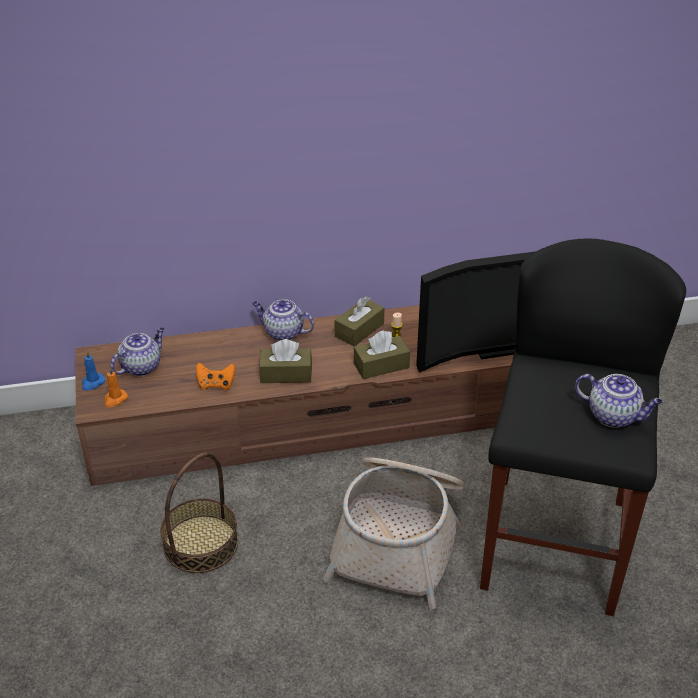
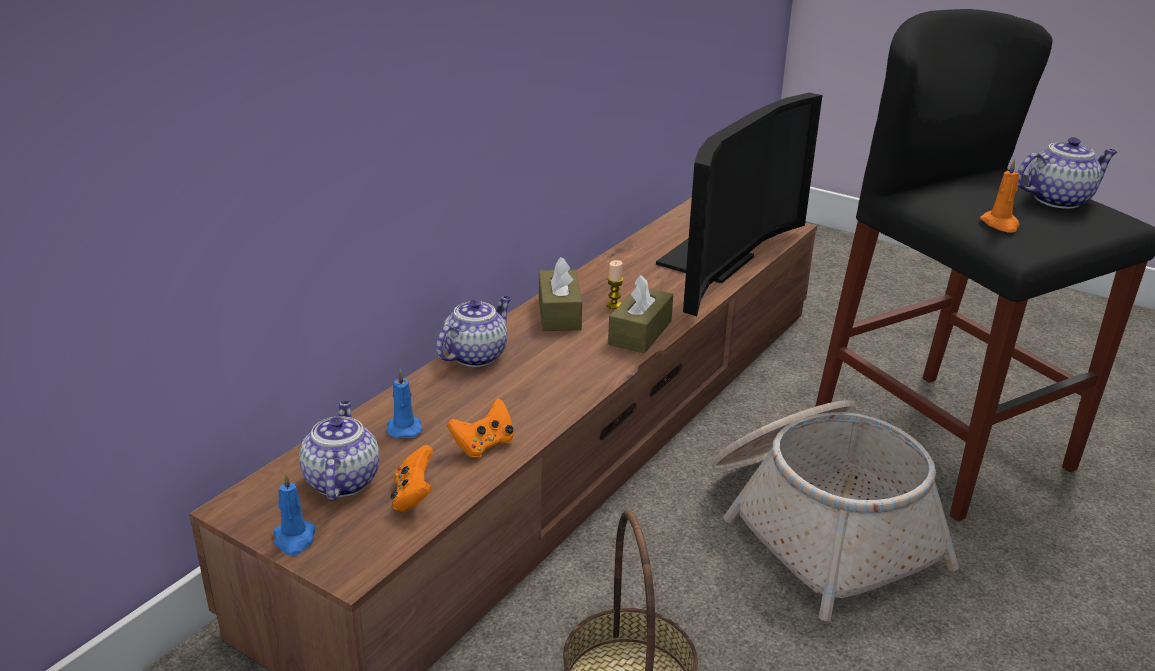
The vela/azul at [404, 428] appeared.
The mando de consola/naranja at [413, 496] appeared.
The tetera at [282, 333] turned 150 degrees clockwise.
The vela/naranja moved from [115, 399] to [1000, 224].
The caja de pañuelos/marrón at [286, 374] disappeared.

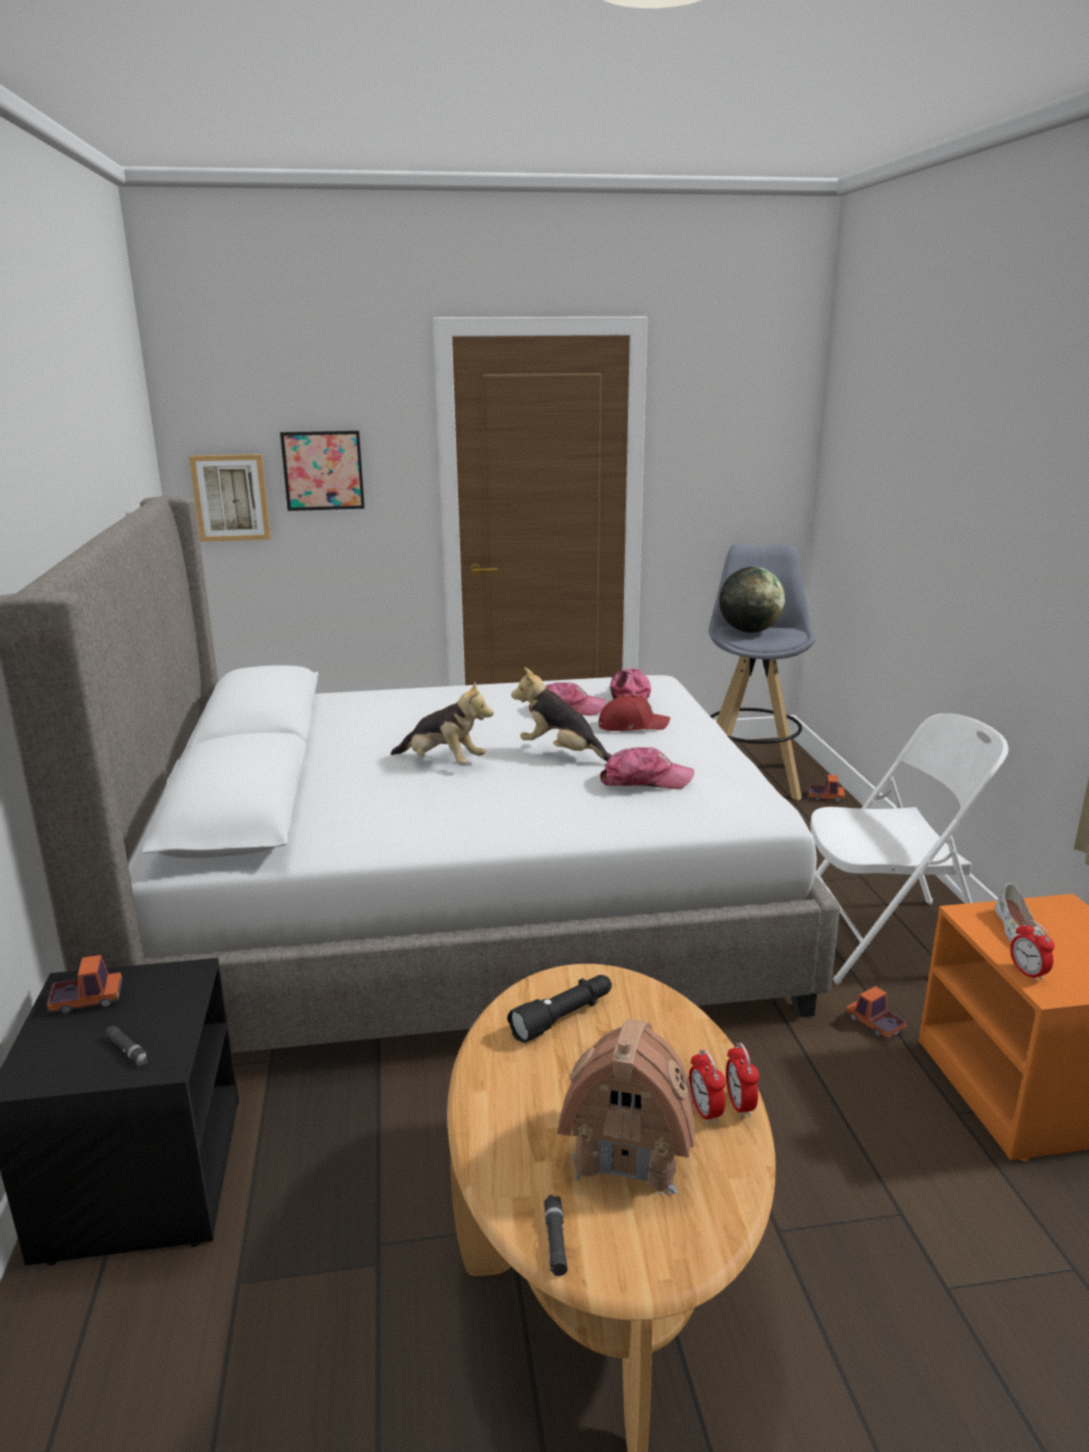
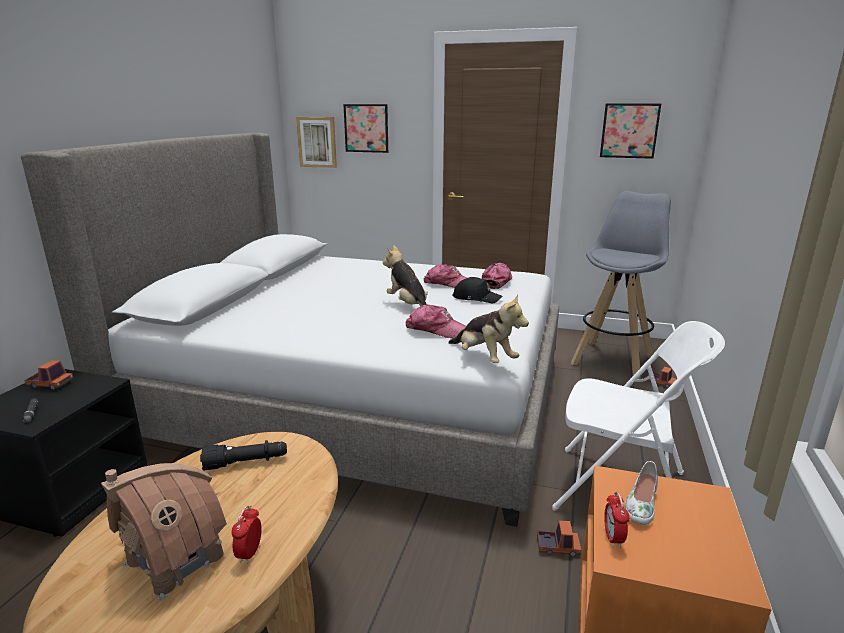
The peluche moved from [443, 763] to [484, 358].
The gorra/rojo at [632, 725] became the gorra/negro at [476, 298].
The camión de juguete at [875, 1024] turned 105 degrees clockwise.
The cuadro at [629, 131] appeared.
The linterna/negro at [555, 1240] disappeared.
The globo terráqueo at [749, 631] disappeared.
The despertador at [739, 1105] disappeared.

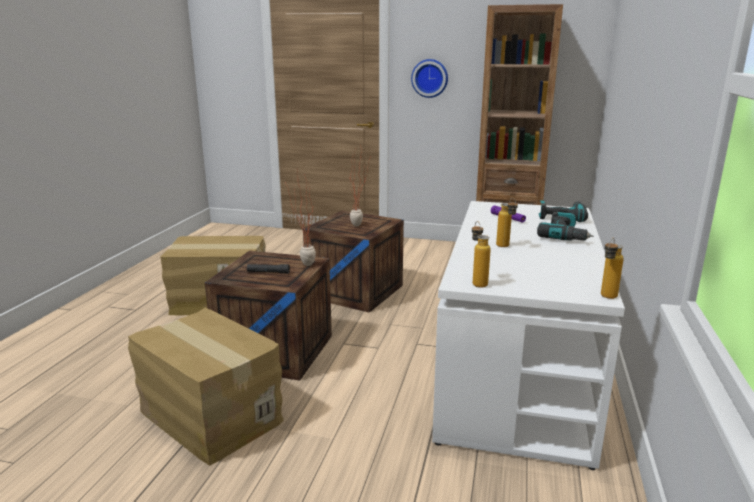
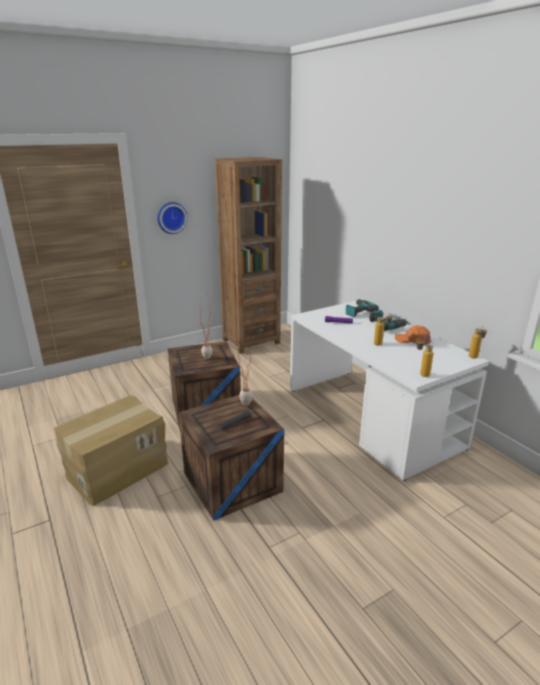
The gorra/naranja at [412, 340] appeared.
The caja de cartón at [209, 416] disappeared.

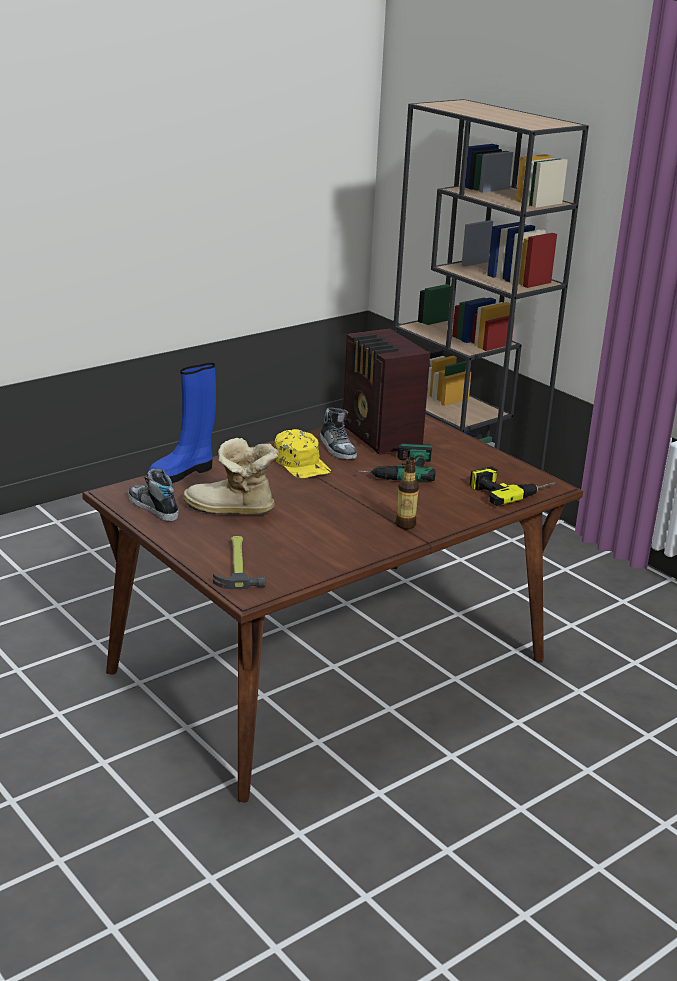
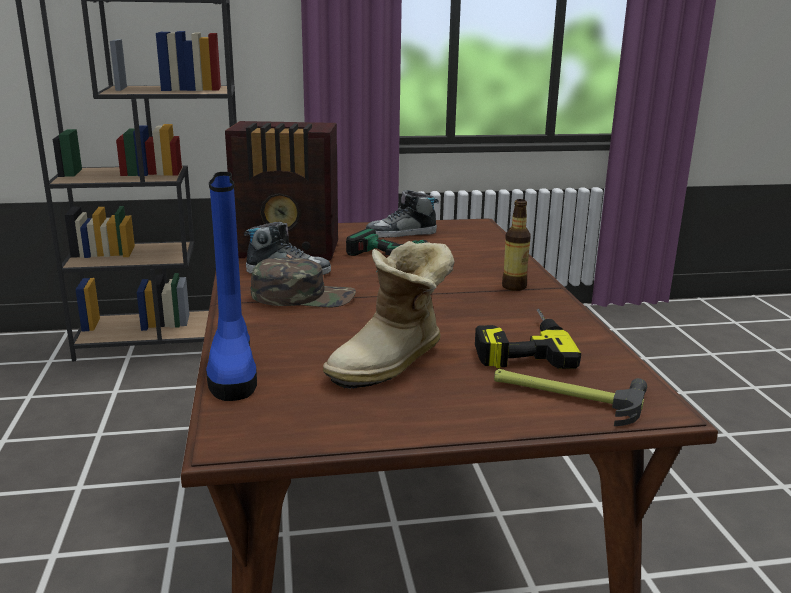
The gorra/amarillo at [302, 463] became the gorra/verde at [303, 296].
The zapato moved from [153, 507] to [401, 234].
The taladro moved from [510, 489] to [519, 345].

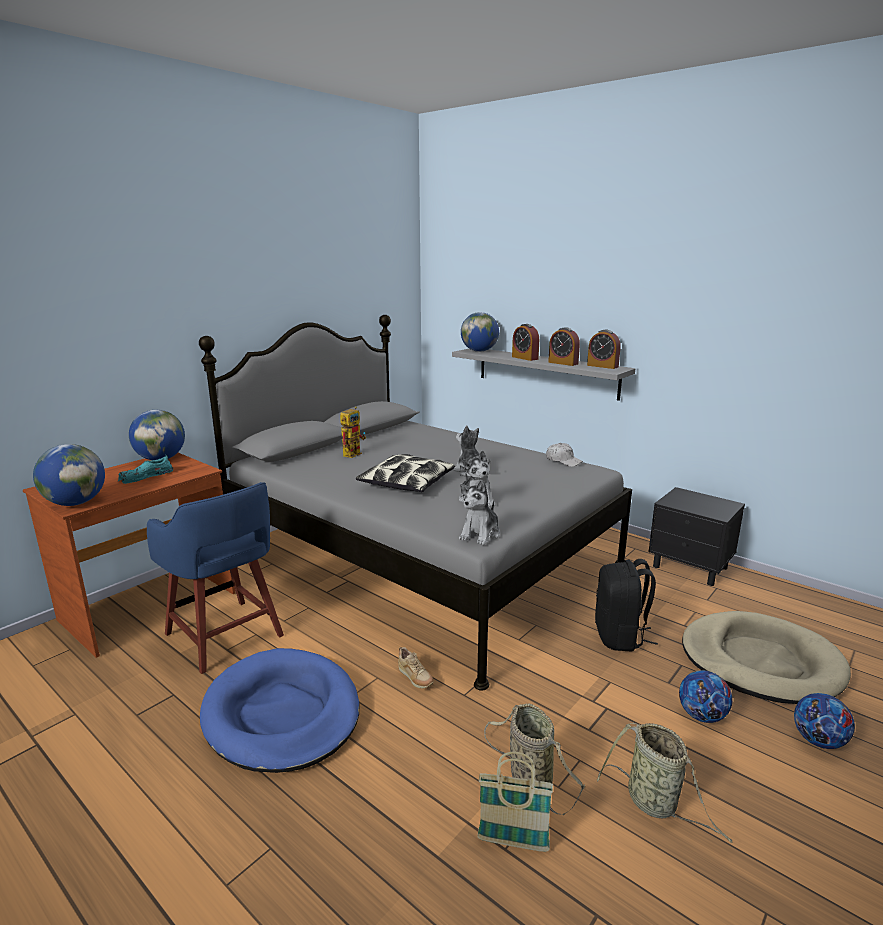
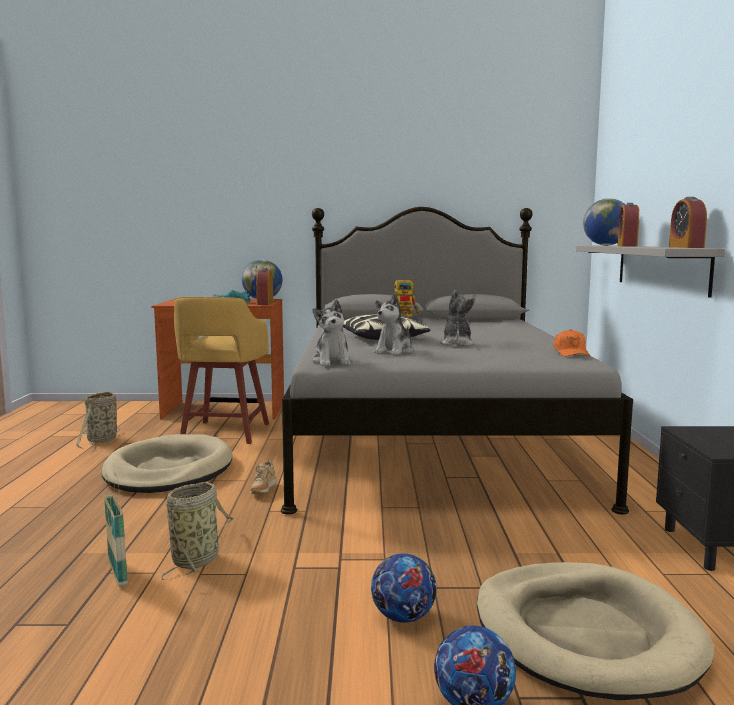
The cesta moved from [655, 804] to [101, 441].
The cama para perro/azul at [282, 714] became the cama para perro/beis at [168, 470].
The taburete/azul at [225, 637] became the taburete/amarillo at [224, 433].
The despertador moved from [563, 363] to [265, 303].
The peluche at [480, 534] turned 90 degrees counterclockwise.
The gorra/blanco at [563, 461] became the gorra/naranja at [571, 353].
The globo terráqueo at [75, 503] disappeared.
The mochila/negro at [620, 637] disappeared.

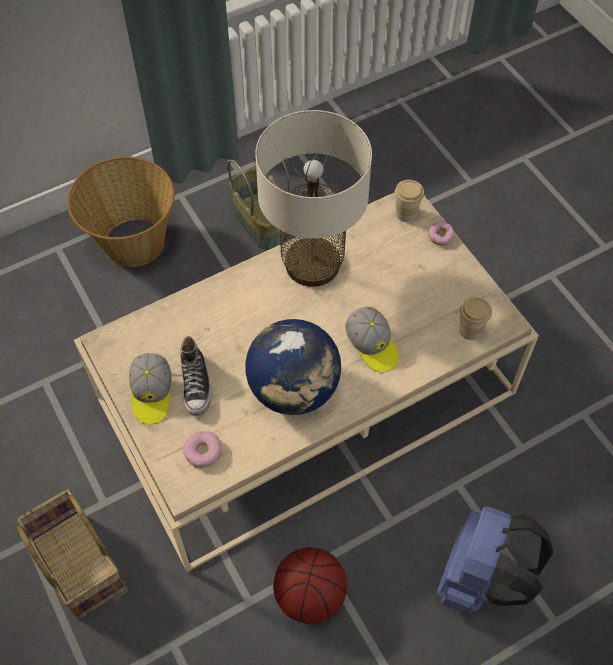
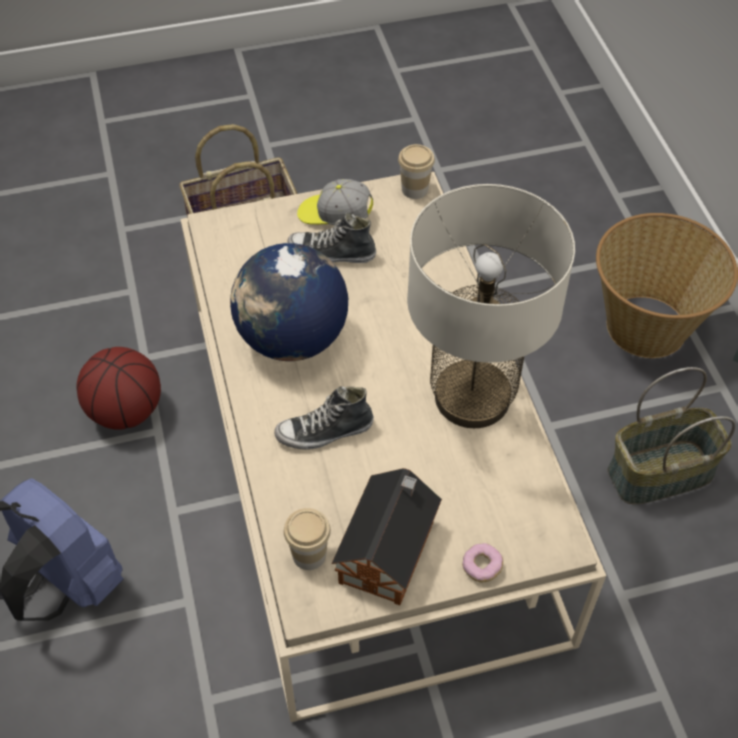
The gorra at [372, 345] was replaced by the zapato at [325, 432].
The casita at [389, 548] appeared.
The taza moved from [406, 213] to [415, 189].
The rosquilla at [203, 452] disappeared.

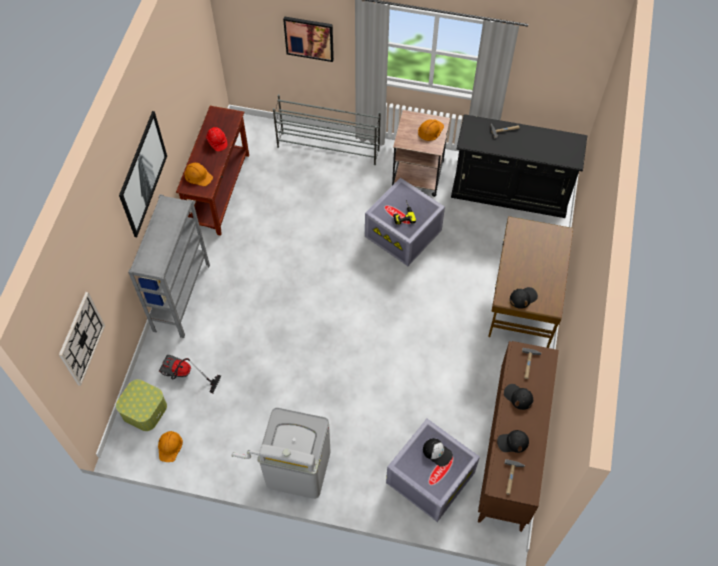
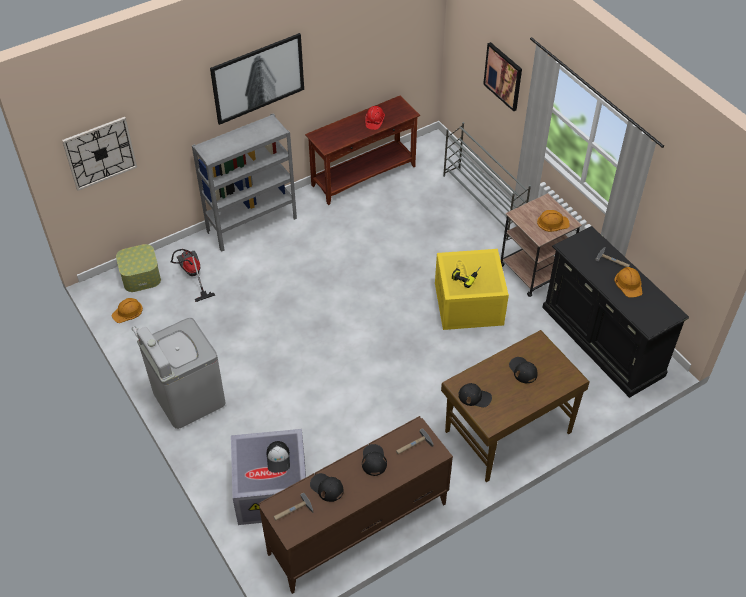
The caja de almacenaje/gris at [404, 233] became the caja de almacenaje/amarillo at [469, 304].
The gorra/negro at [523, 370] appeared.
The casco/naranja moved from [198, 175] to [629, 283].

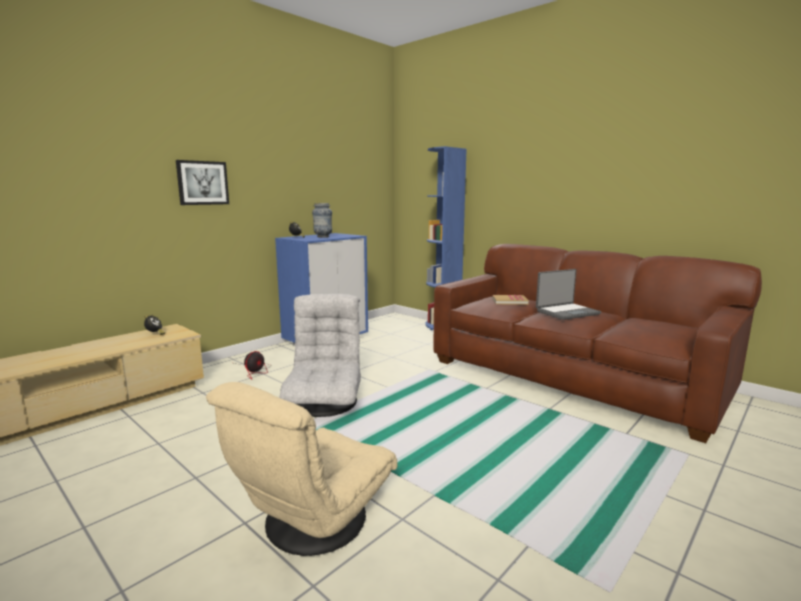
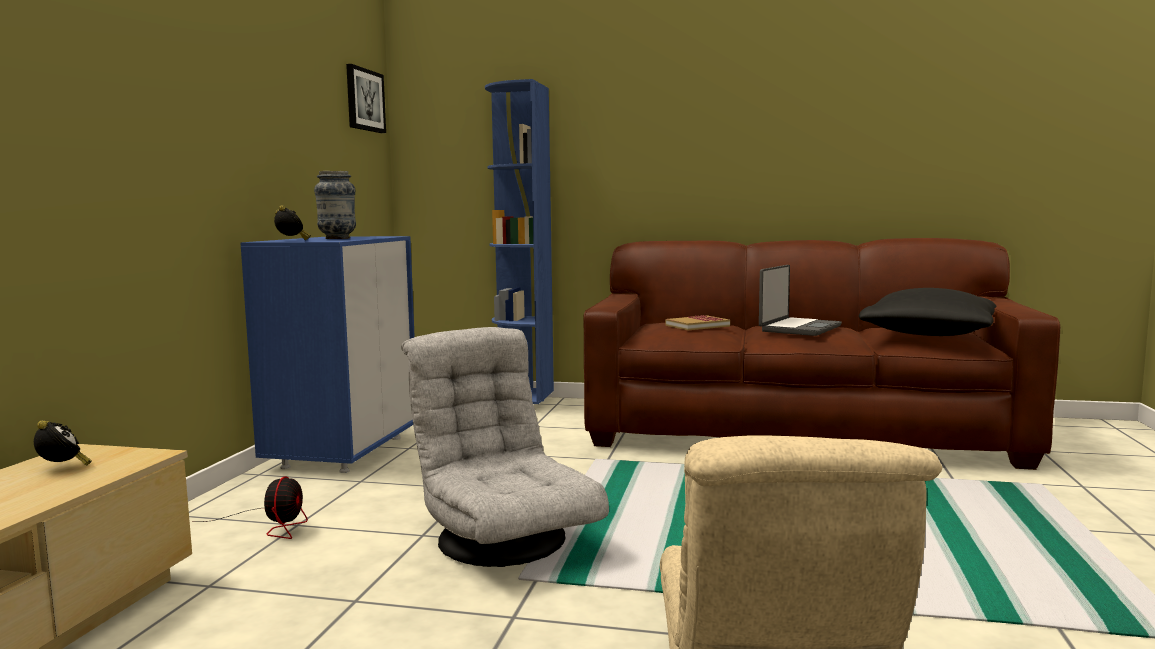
The cuadro moved from [202, 183] to [364, 100].
The cojín/negro at [929, 334] appeared.

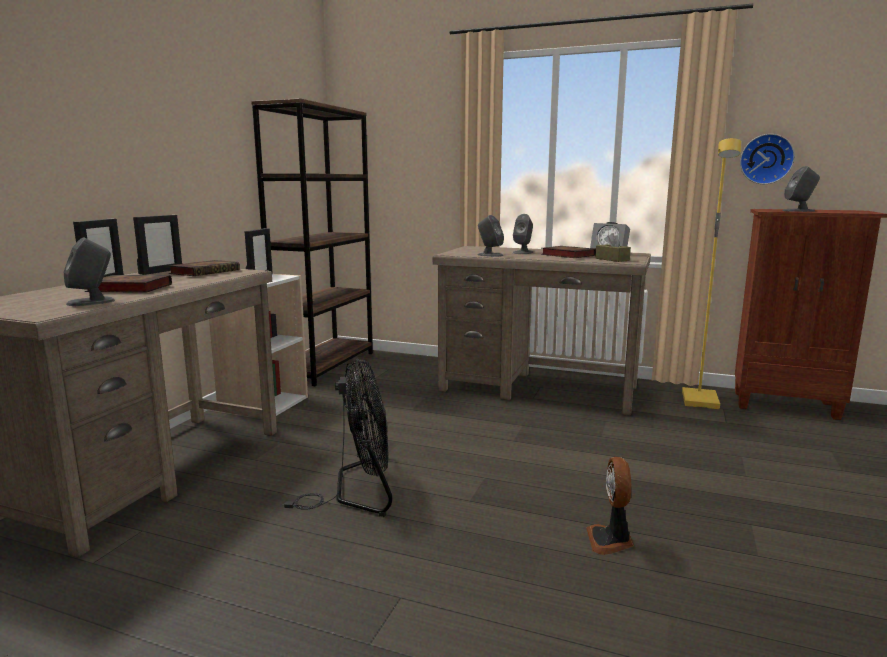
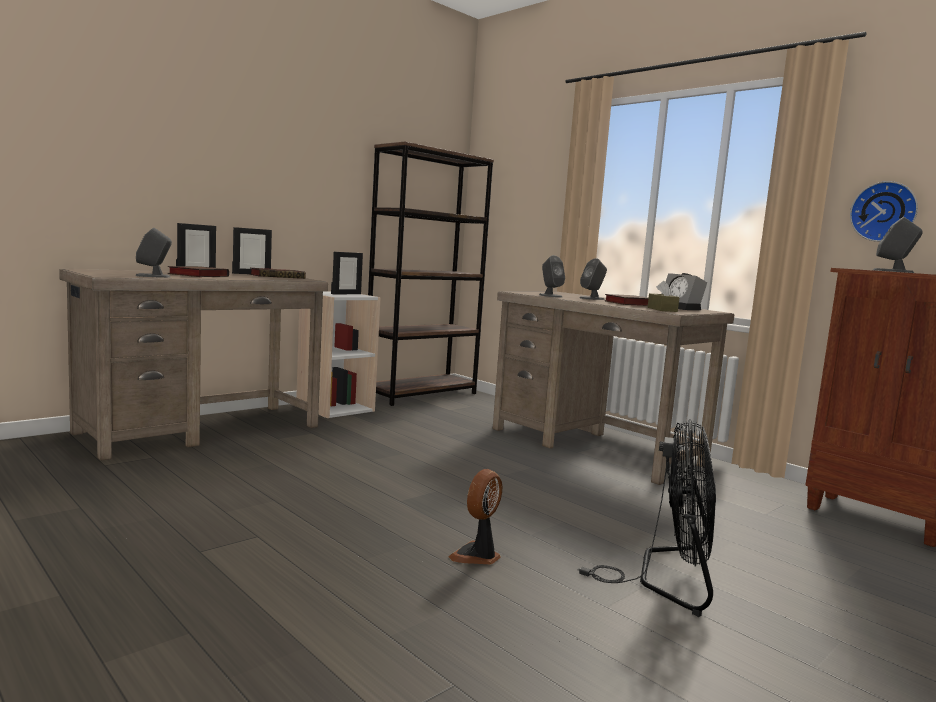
The ventilador/negro moved from [356, 488] to [665, 576].
The lámpara de pie/amarillo at [701, 401] disappeared.

